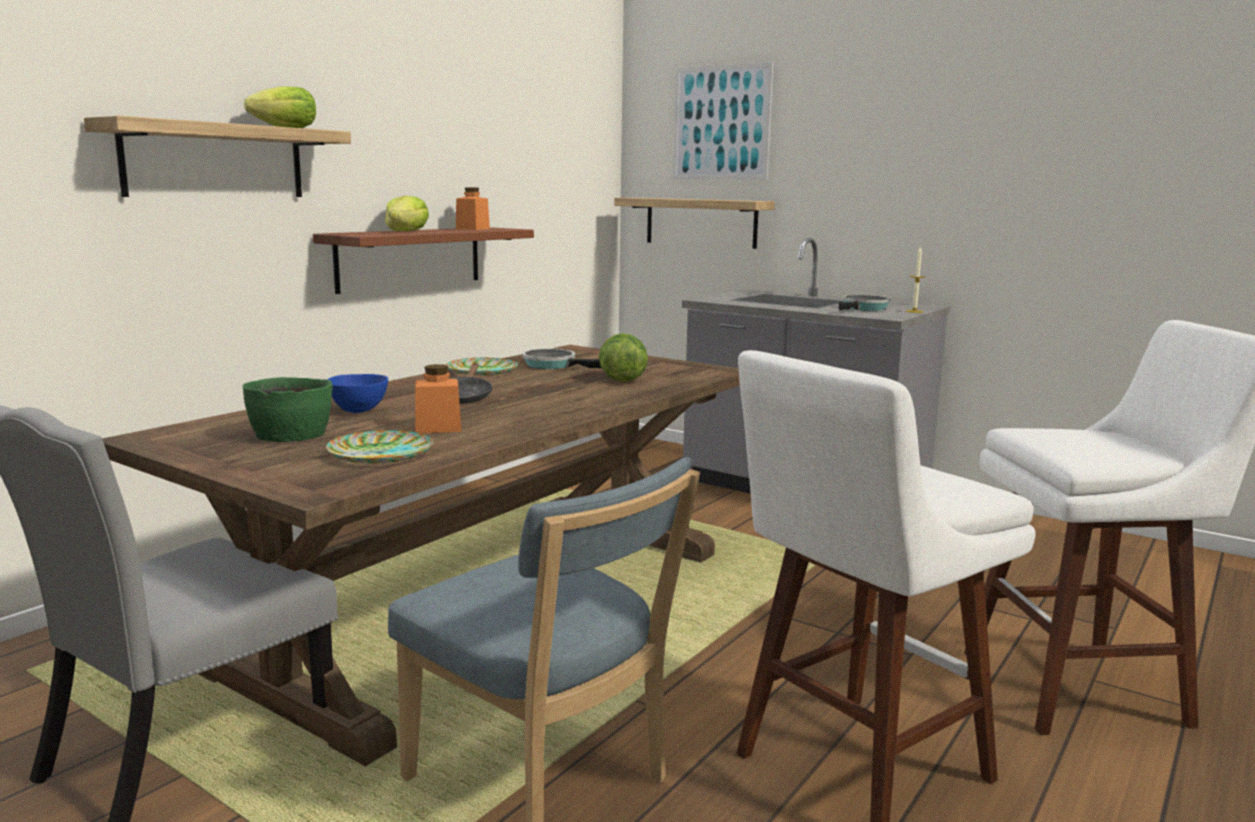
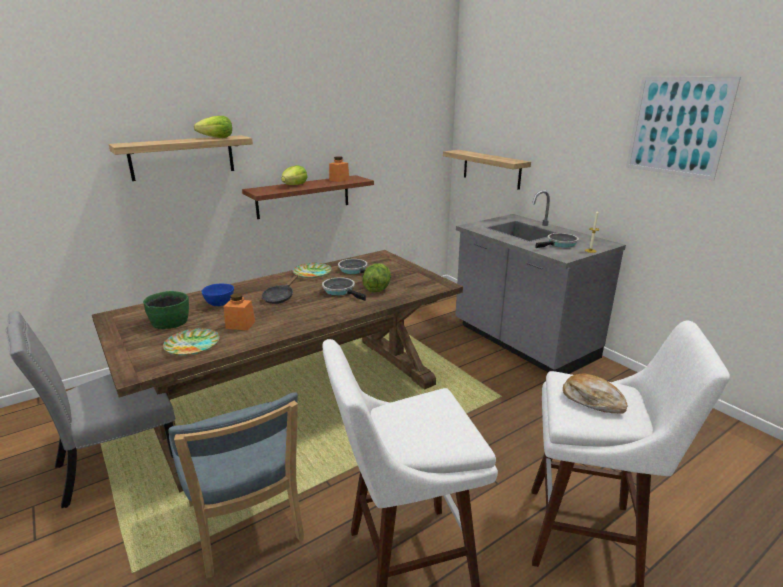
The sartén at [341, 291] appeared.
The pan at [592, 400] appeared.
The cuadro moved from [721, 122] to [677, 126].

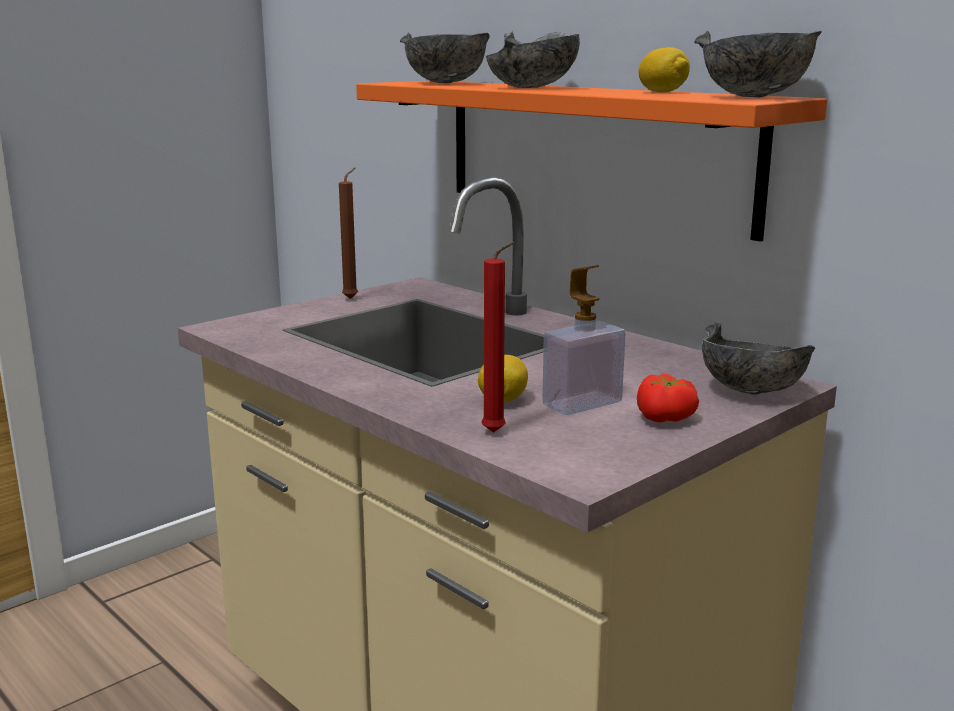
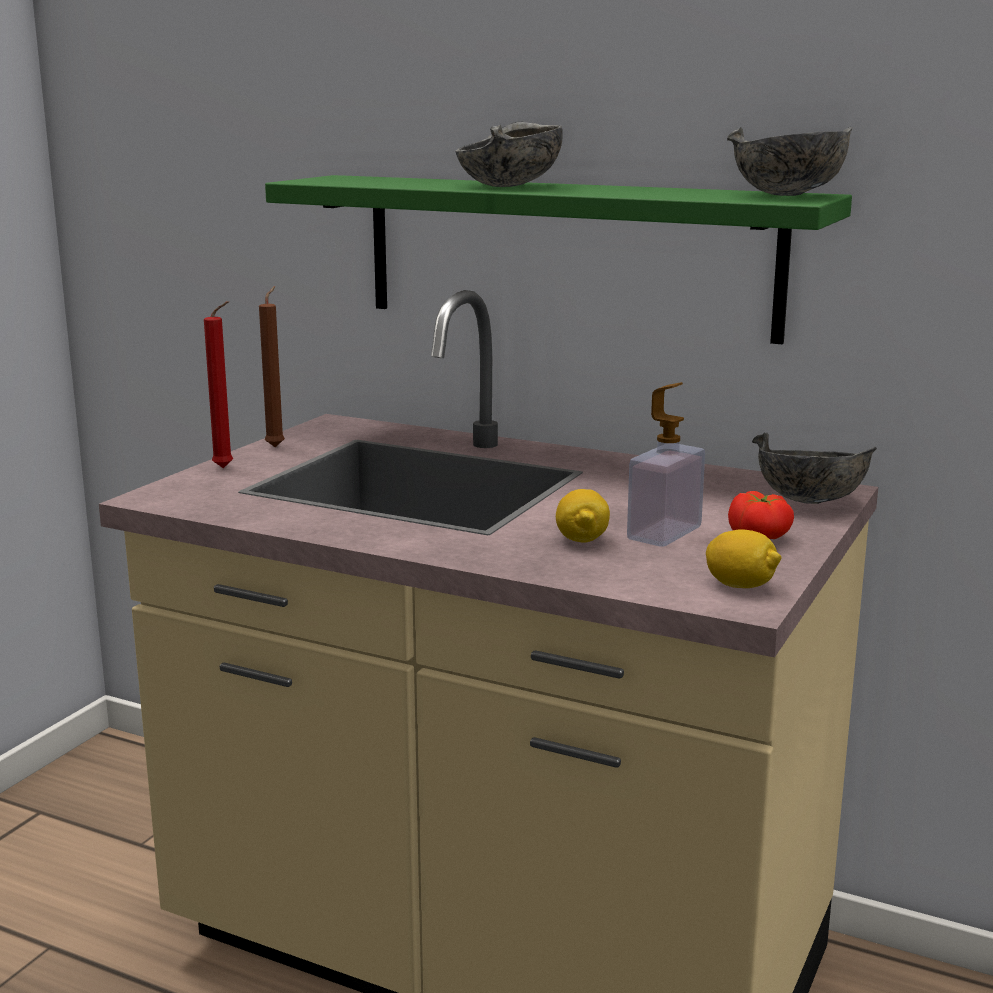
The vela/rojo moved from [497, 433] to [226, 468].
The estante/naranja at [592, 151] became the estante/verde at [567, 255].
The limón moved from [662, 92] to [741, 585].
The cuenco/gris at [445, 83] disappeared.

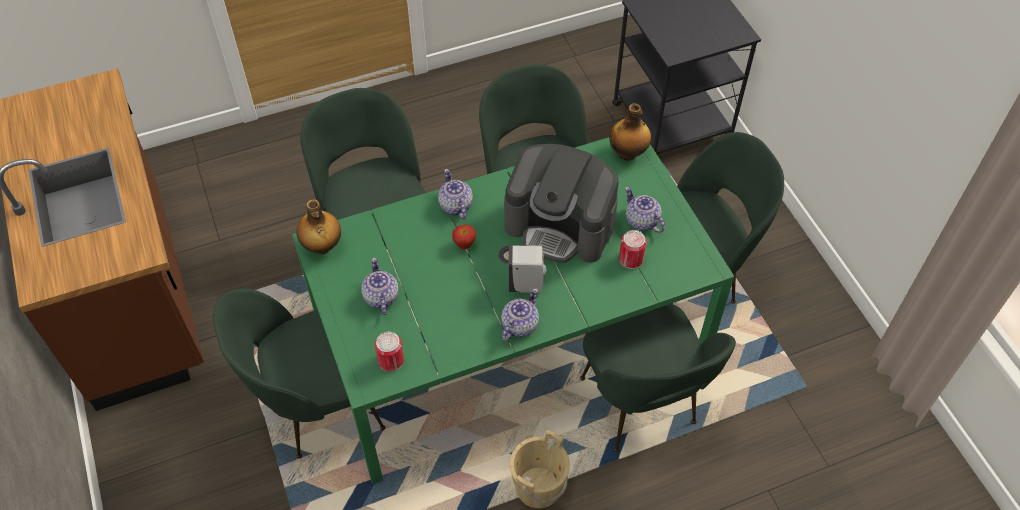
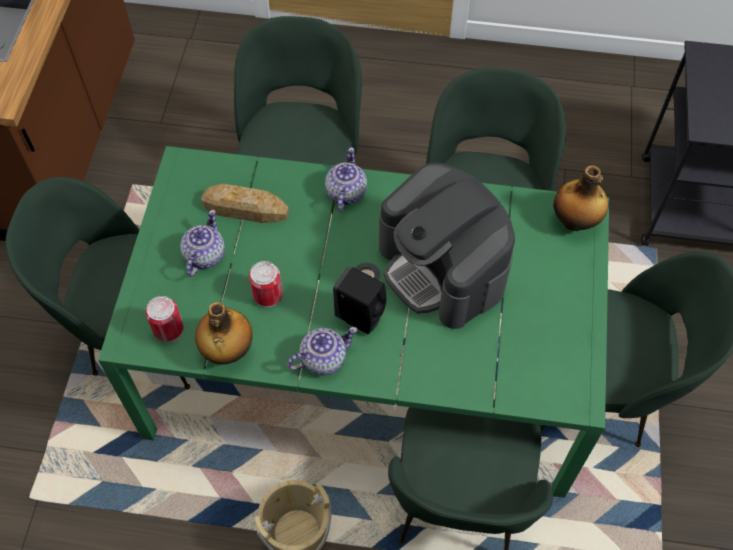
The botella moved from [322, 247] to [227, 350].
The pan at [245, 208] appeared.
The lata moved from [631, 259] to [267, 294].
The dispensador de jabón/blanco at [527, 285] became the dispensador de jabón/negro at [361, 318].
The manzana at [464, 245] disappeared.
The tetera at [642, 221] disappeared.

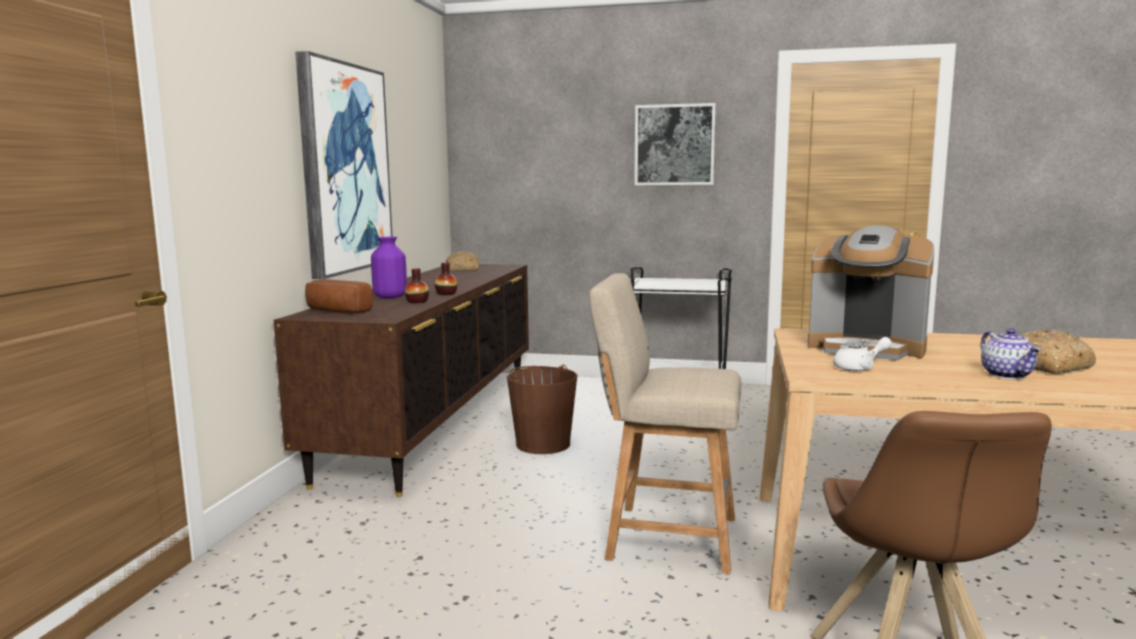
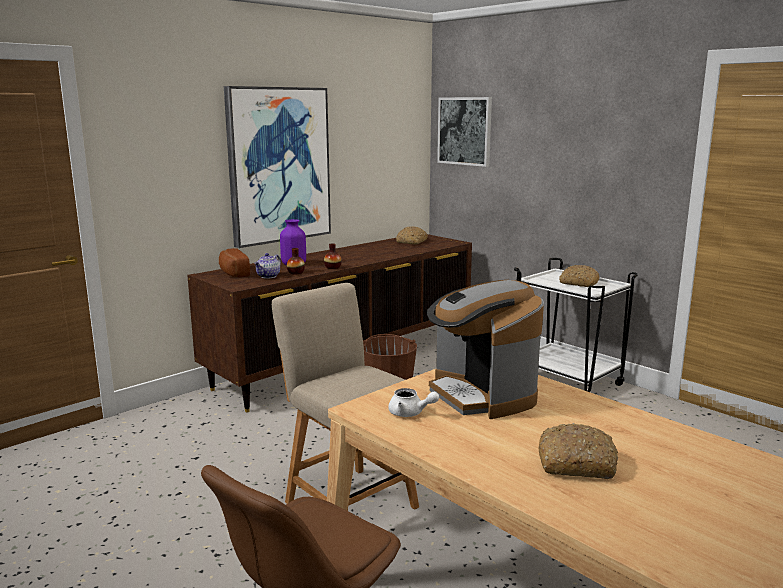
The tetera moved from [1008, 375] to [268, 276].
The cuadro moved from [674, 145] to [465, 131].
The pan at [578, 283] appeared.

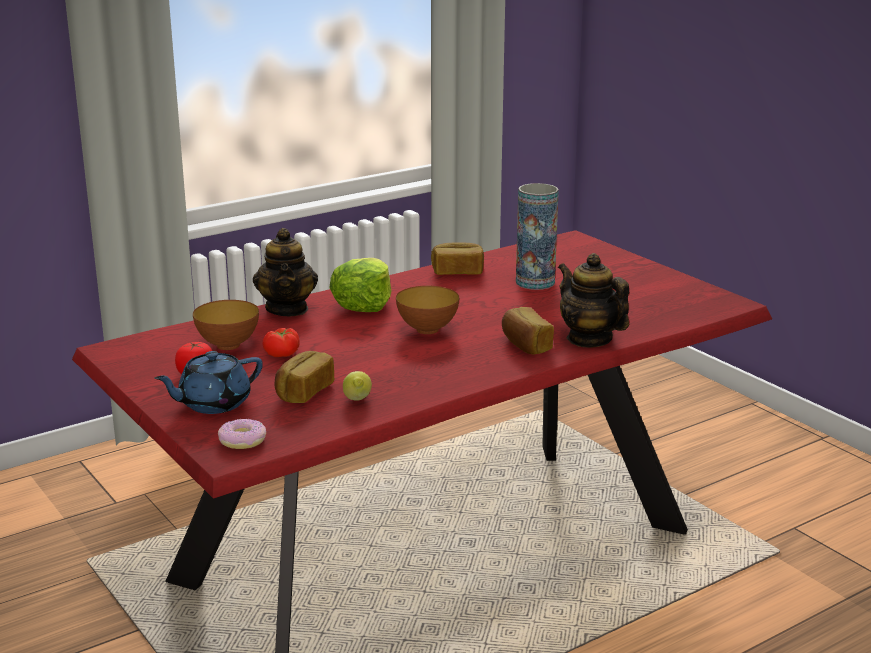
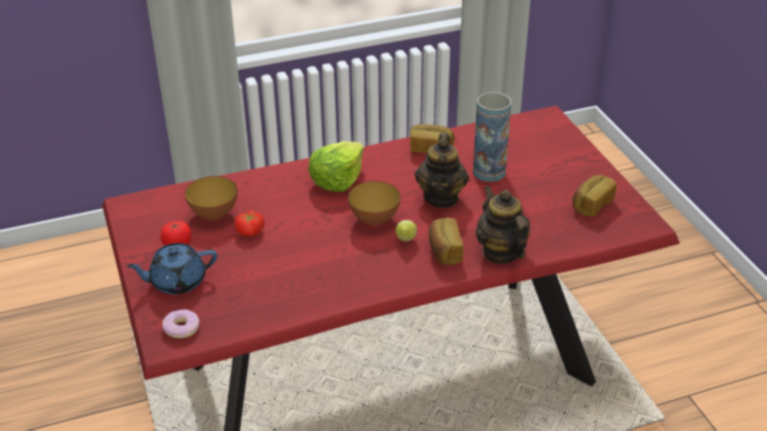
The limón moved from [357, 401] to [406, 240].
The tetera moved from [287, 309] to [441, 197].
The pan moved from [303, 392] to [591, 204].

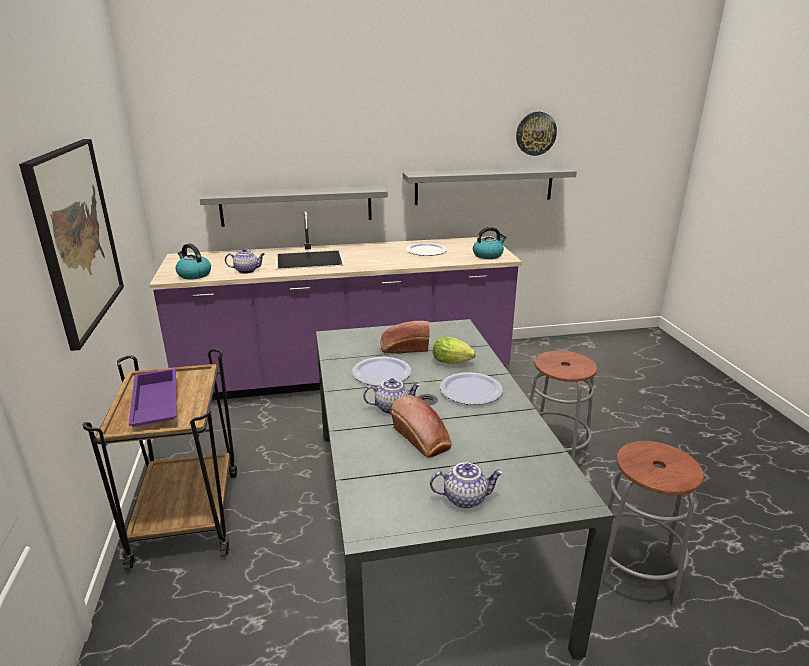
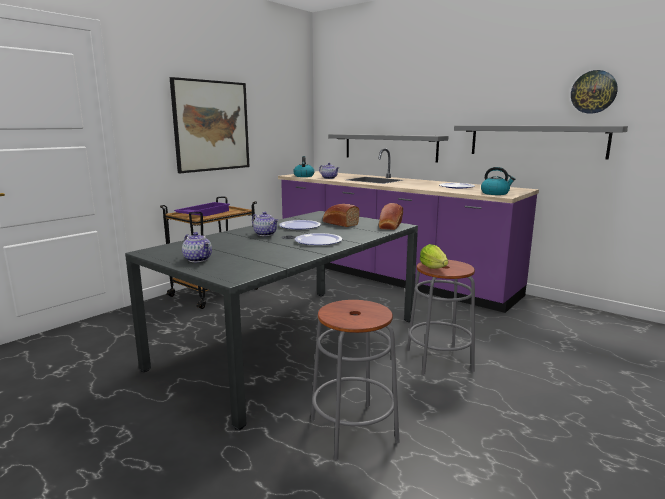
The pan moved from [422, 440] to [390, 226].
The lechuga moved from [454, 362] to [434, 269].

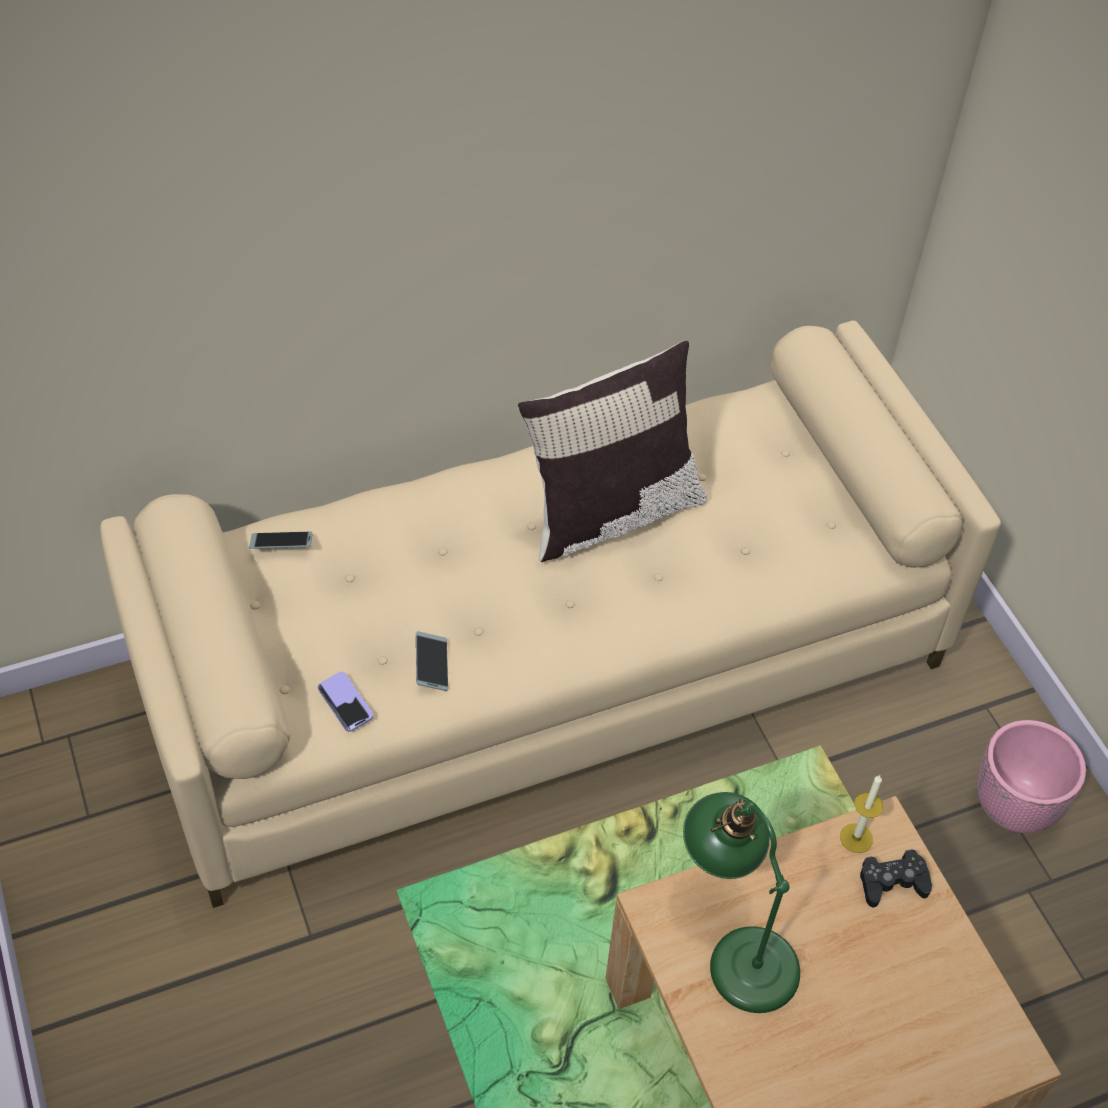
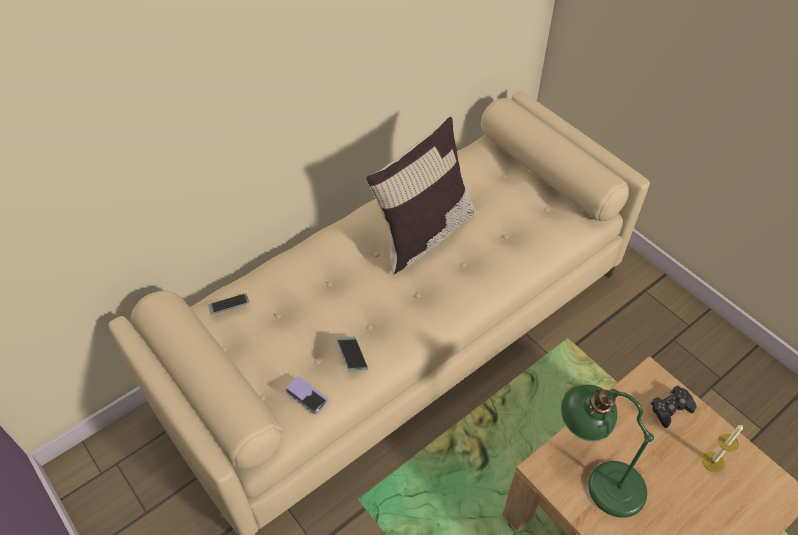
The vela moved from [856, 838] to [713, 461].
The maceta/rosa at [1013, 807] disappeared.

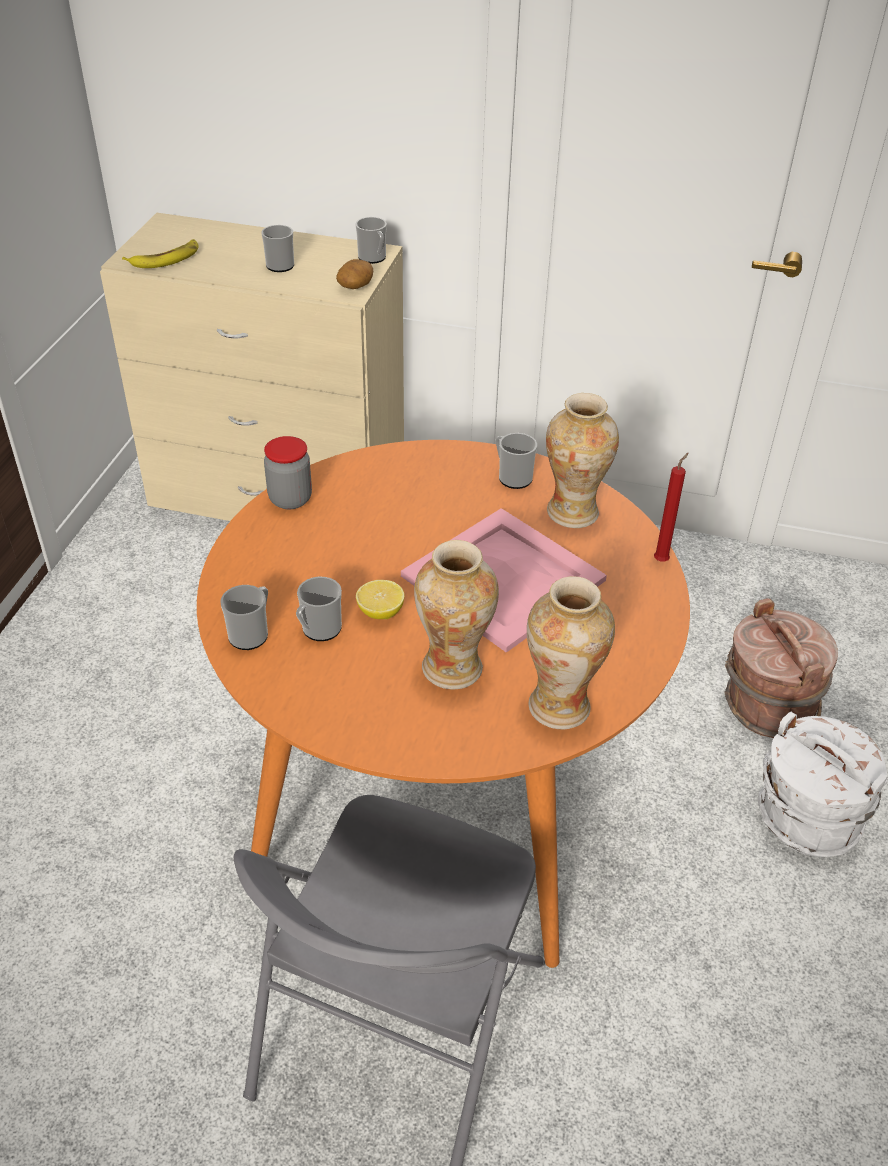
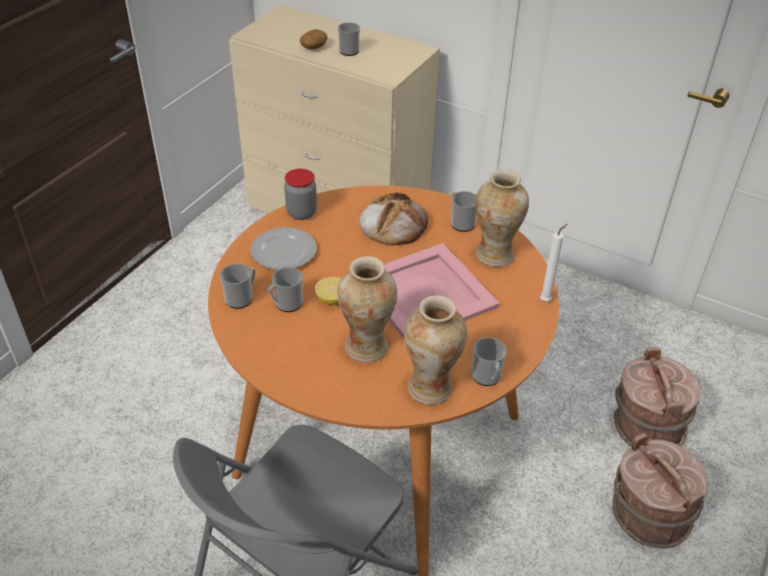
The plato at [283, 252] appeared.
The patata moved from [355, 286] to [314, 47].
The pan at [393, 224] appeared.
The taza grande moved from [373, 258] to [487, 378].
The vela/rojo at [662, 560] became the vela/blanco at [546, 300].
The cubo/blanco at [806, 819] became the cubo/marrón at [647, 516].
The plátano at [166, 259] disappeared.

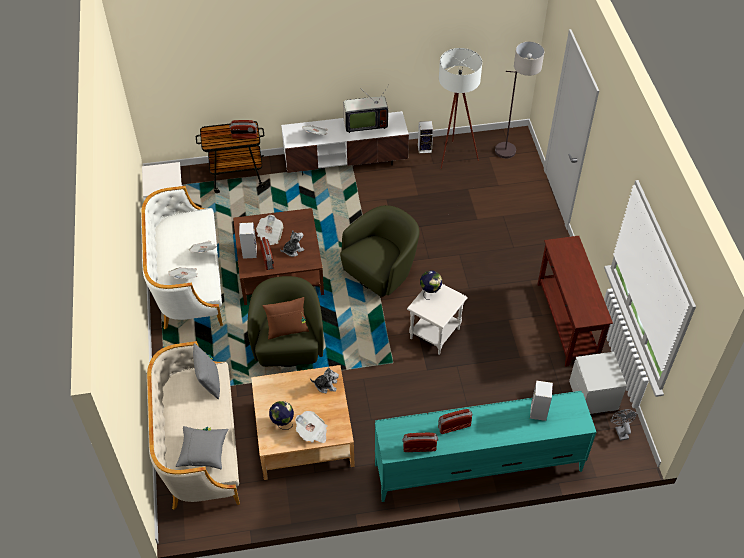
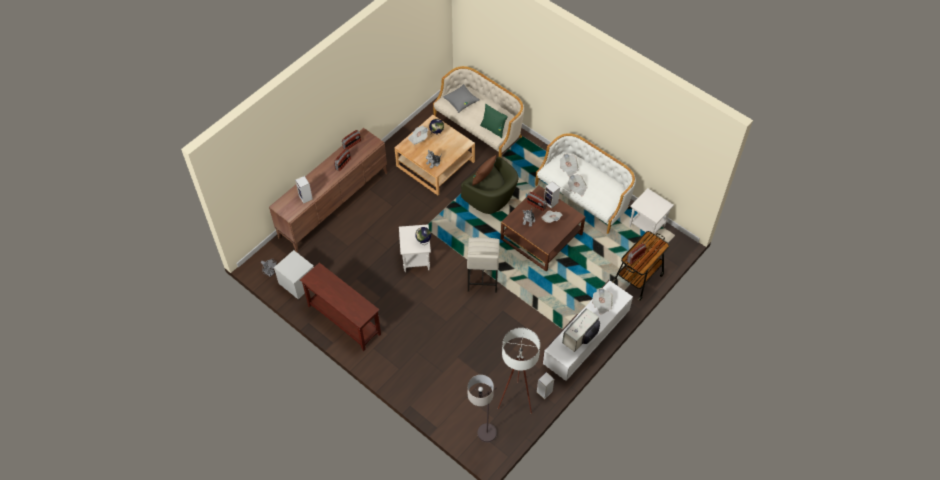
The armario/turquesa at [477, 468] became the armario/marrón at [333, 204].
The sillón/verde at [381, 271] was replaced by the taburete/beis at [482, 276].
The cojín/gris at [209, 383] became the cojín/verde at [493, 129].

